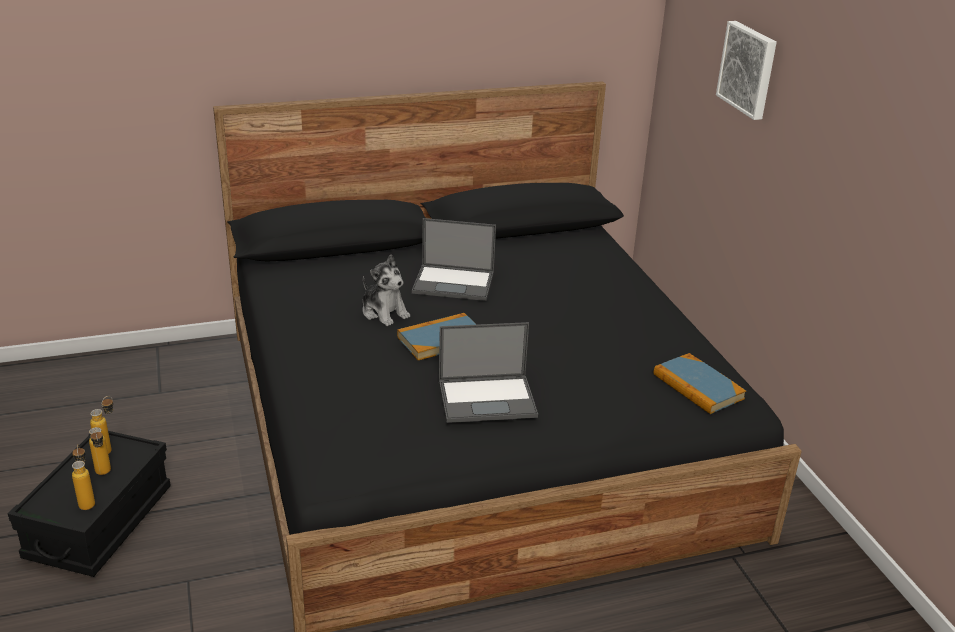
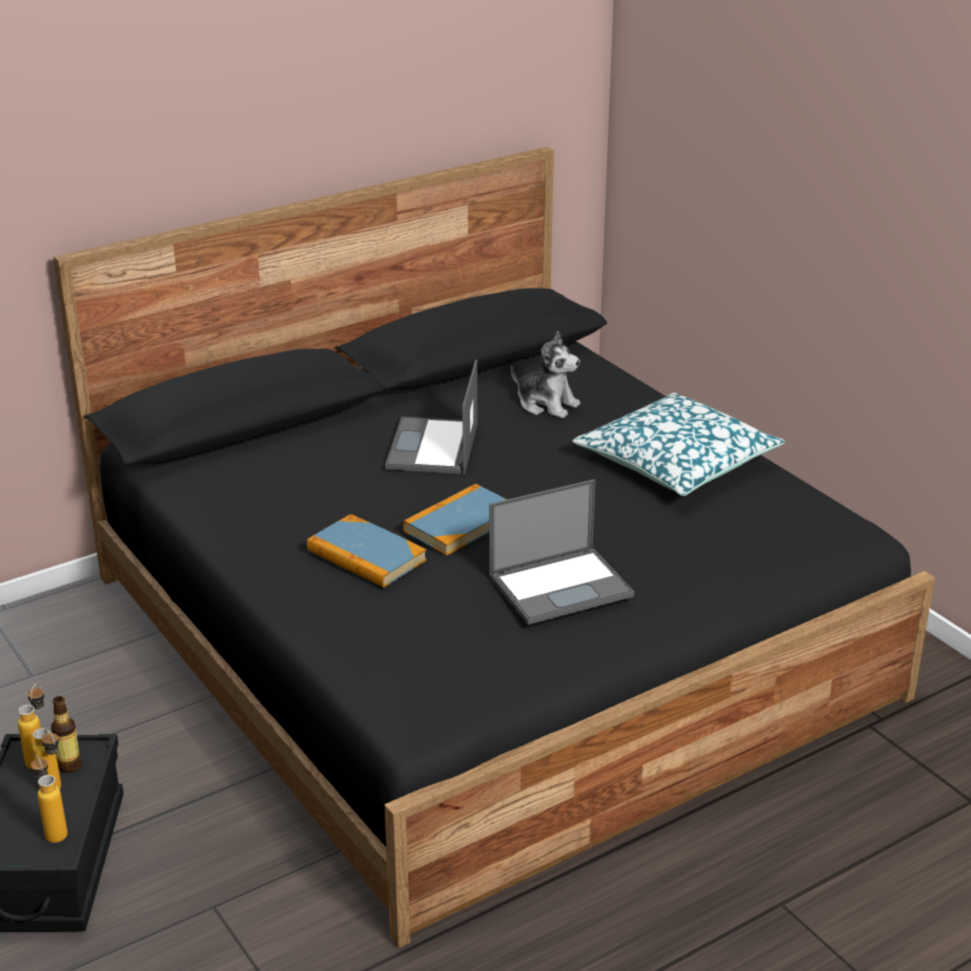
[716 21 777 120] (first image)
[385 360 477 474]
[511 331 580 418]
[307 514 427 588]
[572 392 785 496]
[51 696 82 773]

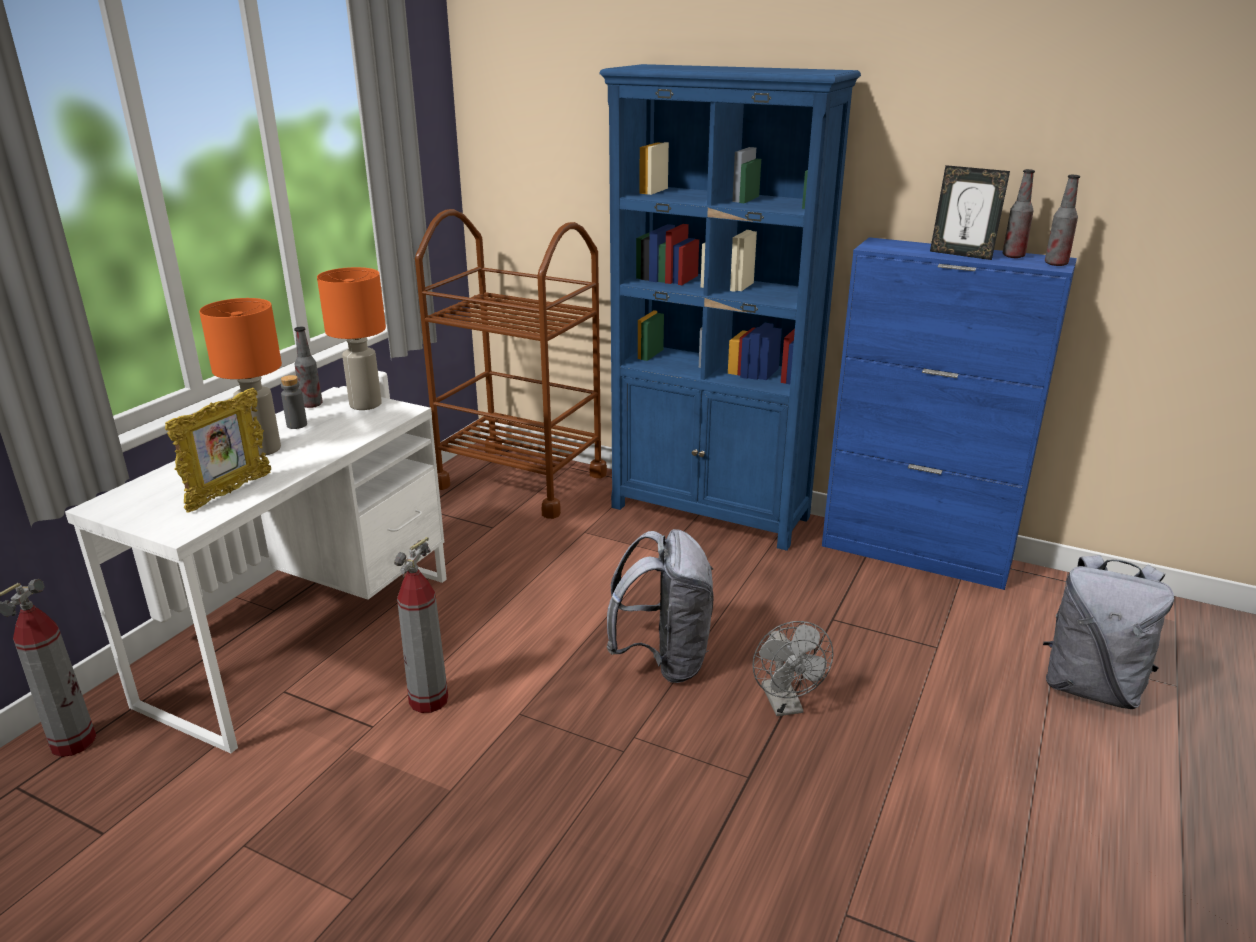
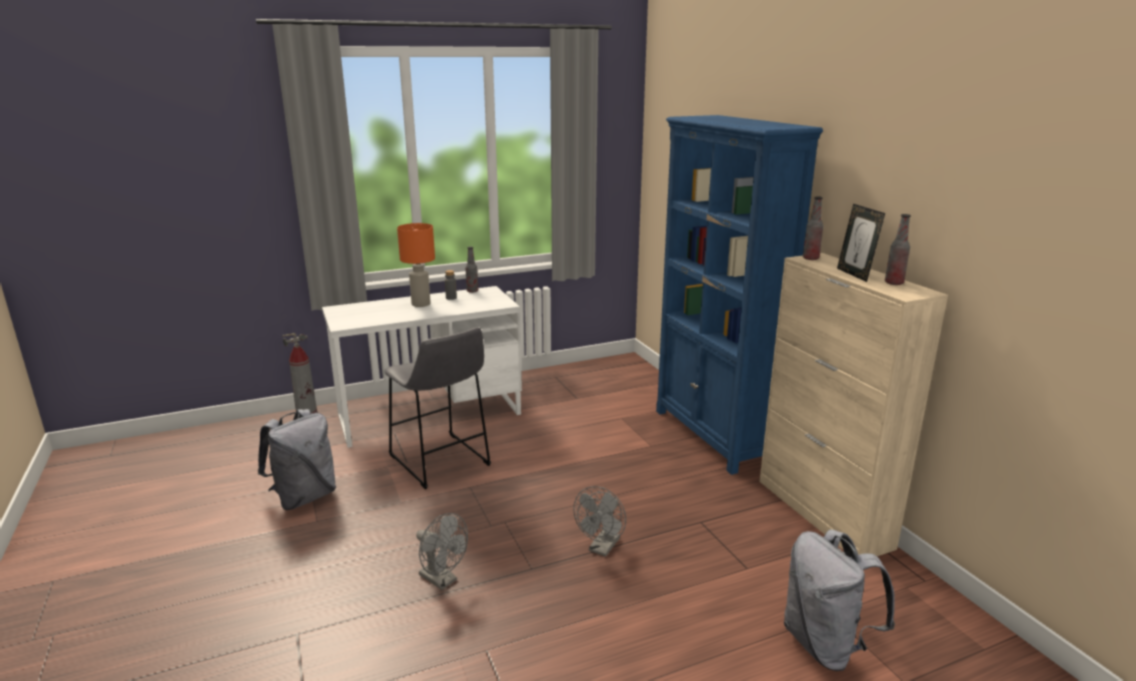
[803 196 823 260]
[415 209 607 519] (first image)
[759 253 948 556]
[317 267 386 410] (first image)
[165 388 271 512] (first image)
[258 409 336 510]
[384 327 491 489]
[416 513 468 590]

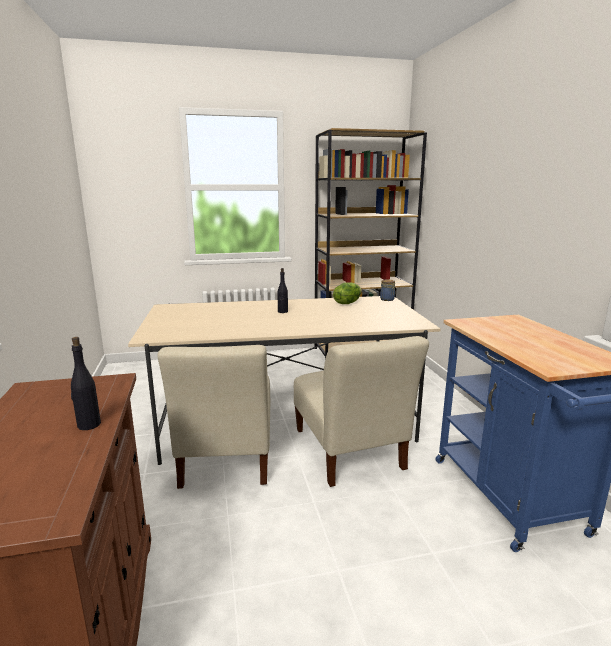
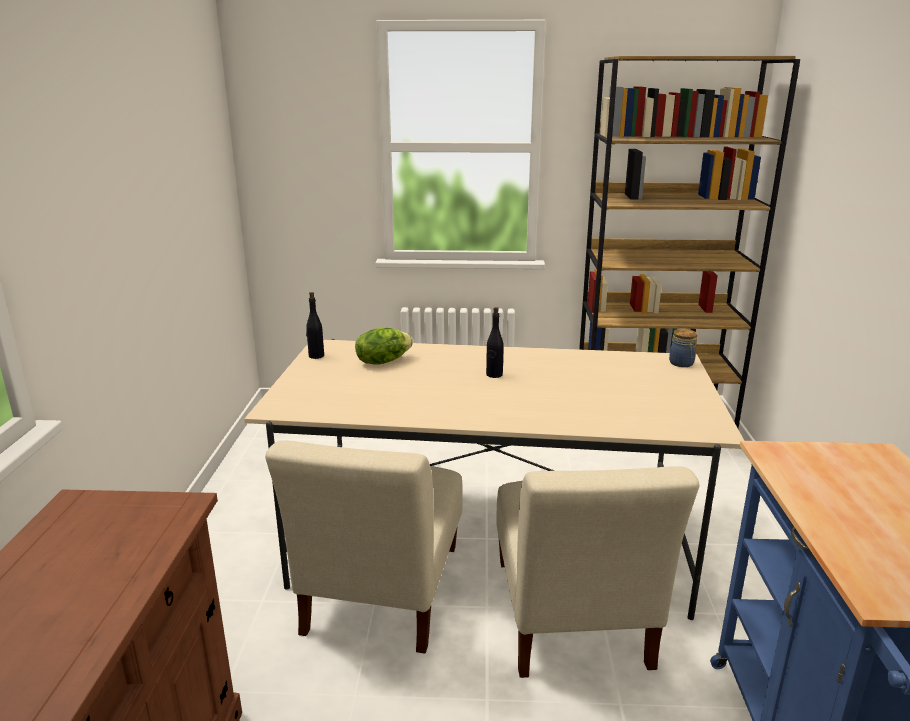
[355 328 413 364]
[306 292 324 359]

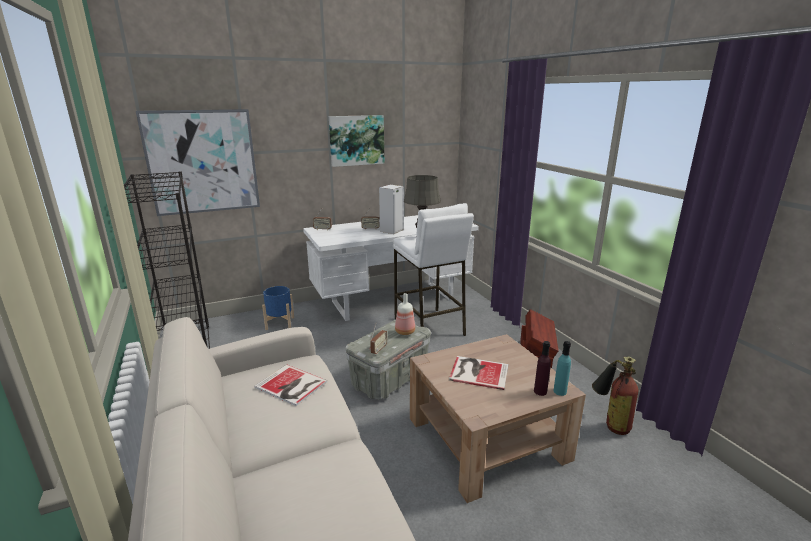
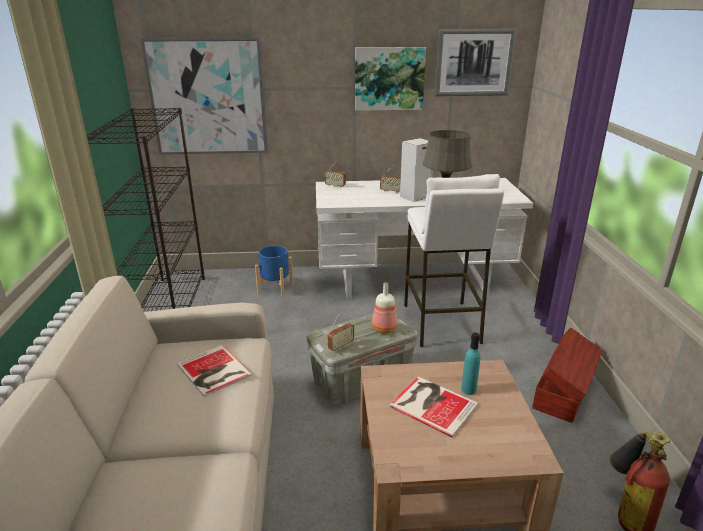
[534 341 551 396] (first image)
[461 332 481 395]
[435 29 516 96]

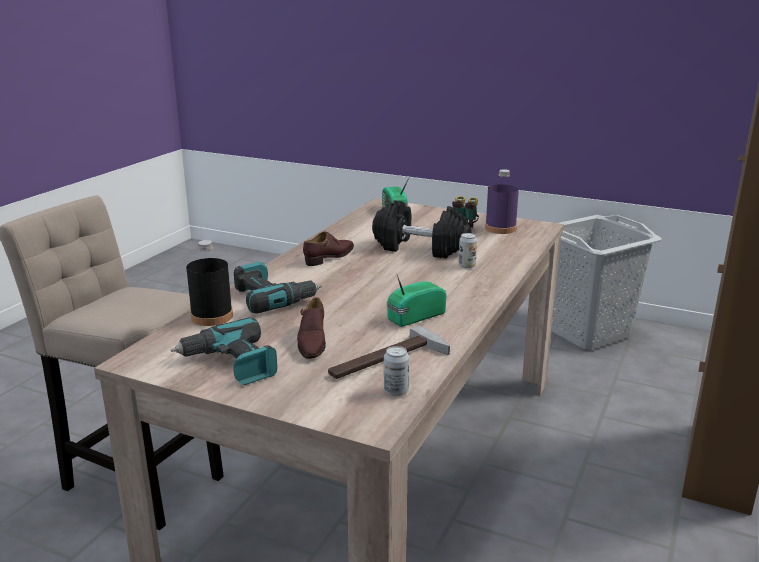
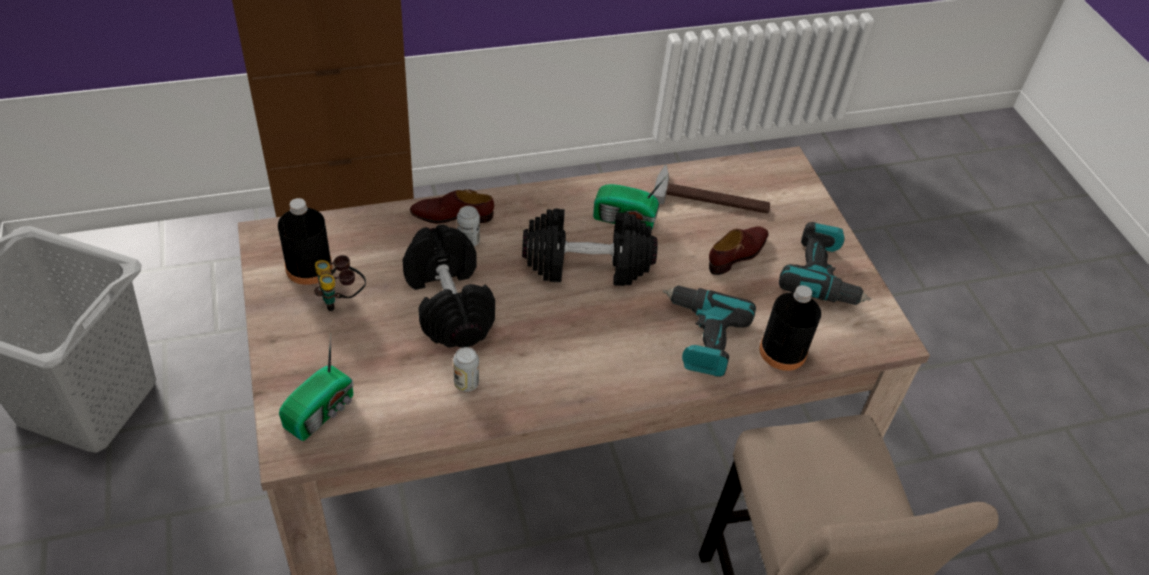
[278 198 333 285]
[410 189 494 224]
[453 347 479 392]
[522 209 658 286]

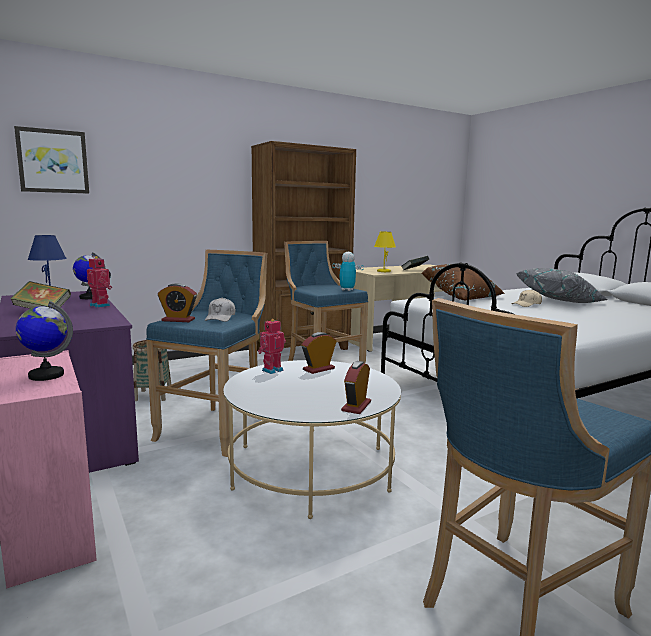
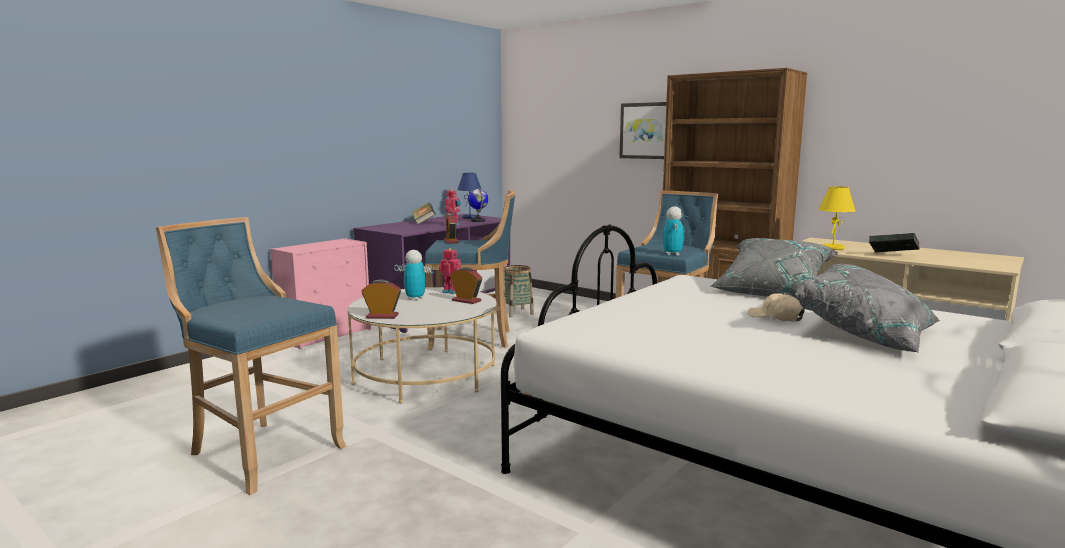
[619 102 666 159]
[710 238 838 299]
[205 298 235 322] (first image)
[16 301 73 381] (first image)
[394 250 434 300]

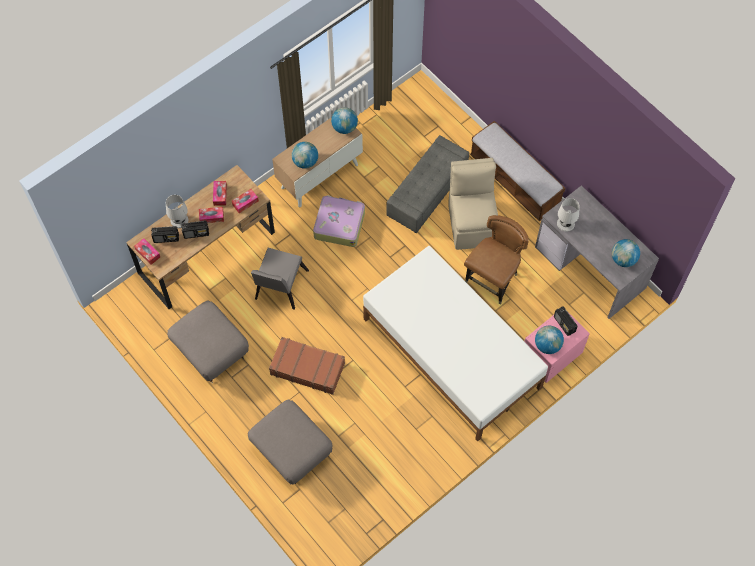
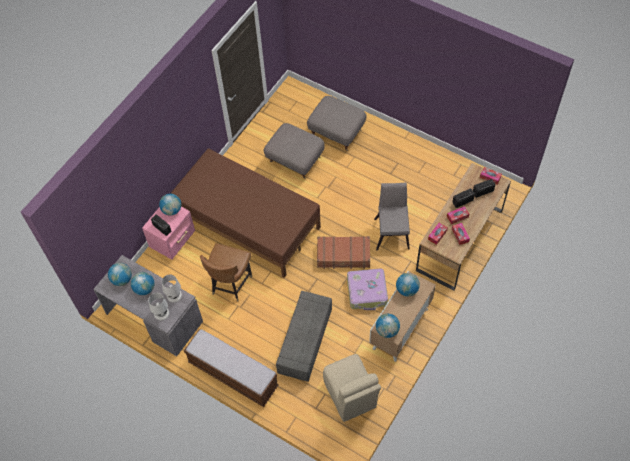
[323 354 381 422]
[148 293 169 320]
[170 148 321 278]
[264 123 325 178]
[317 236 370 269]
[131 272 155 295]

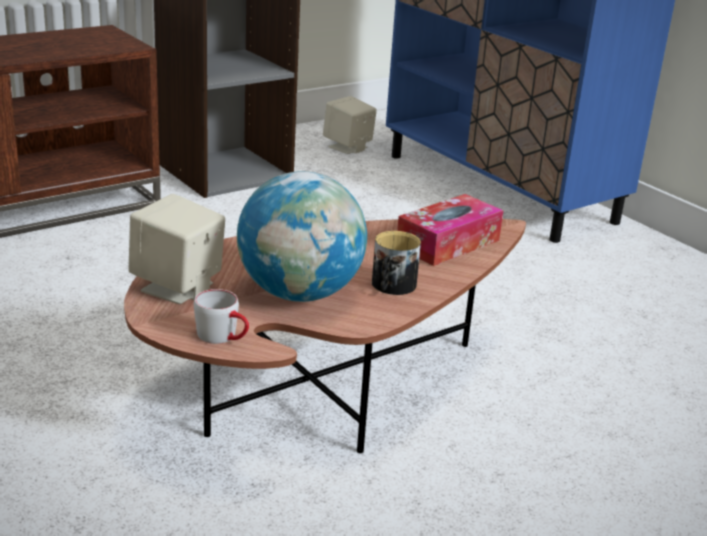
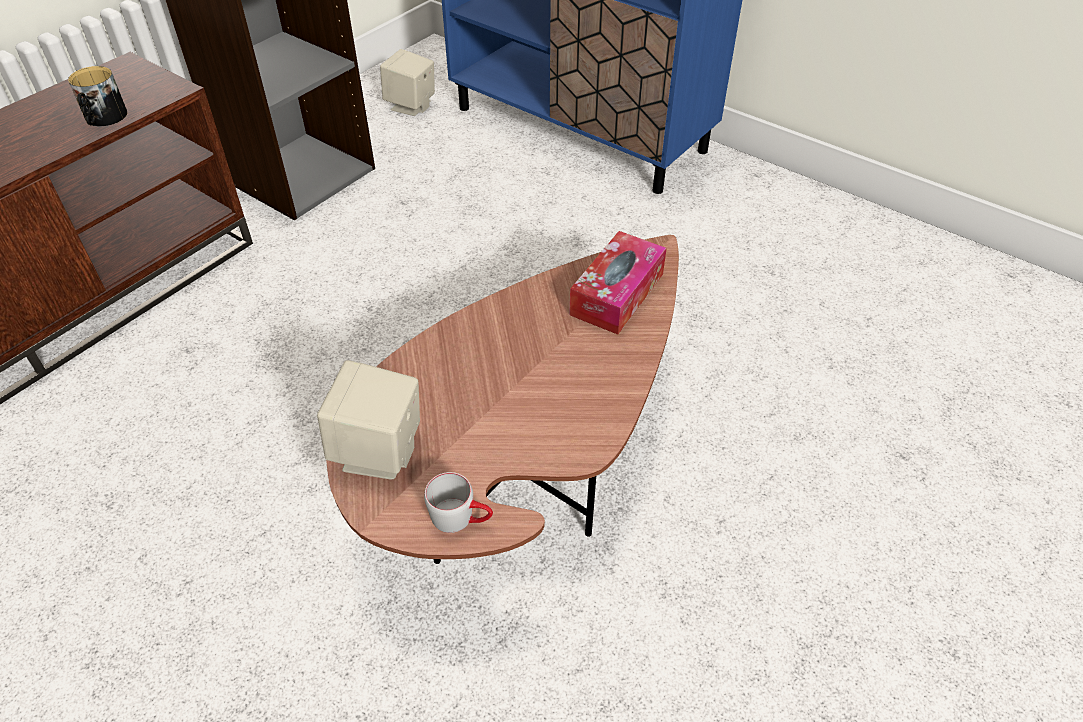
[237 171 367 302] (first image)
[68 66 127 126]

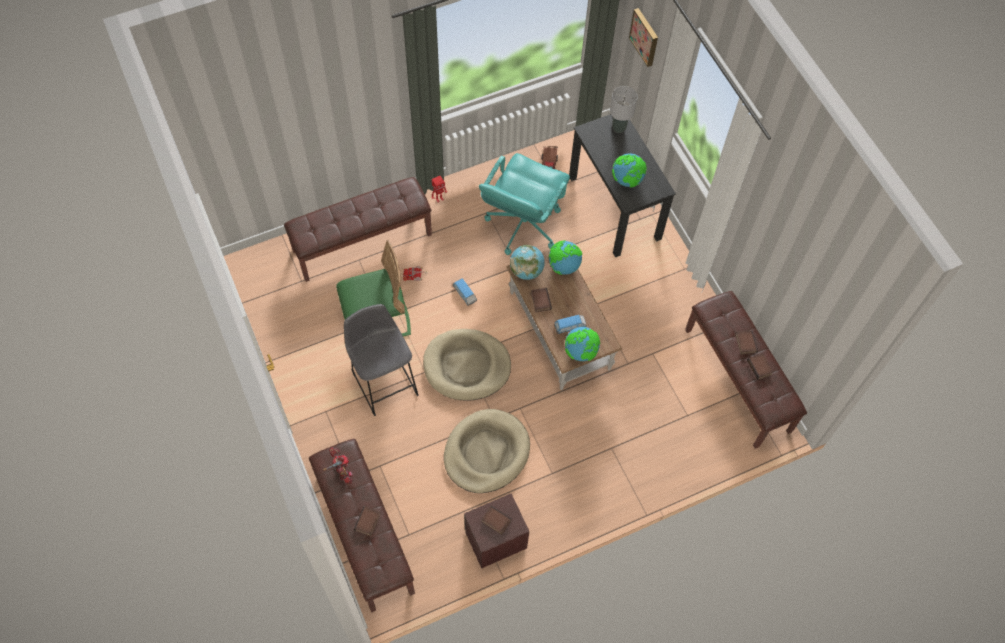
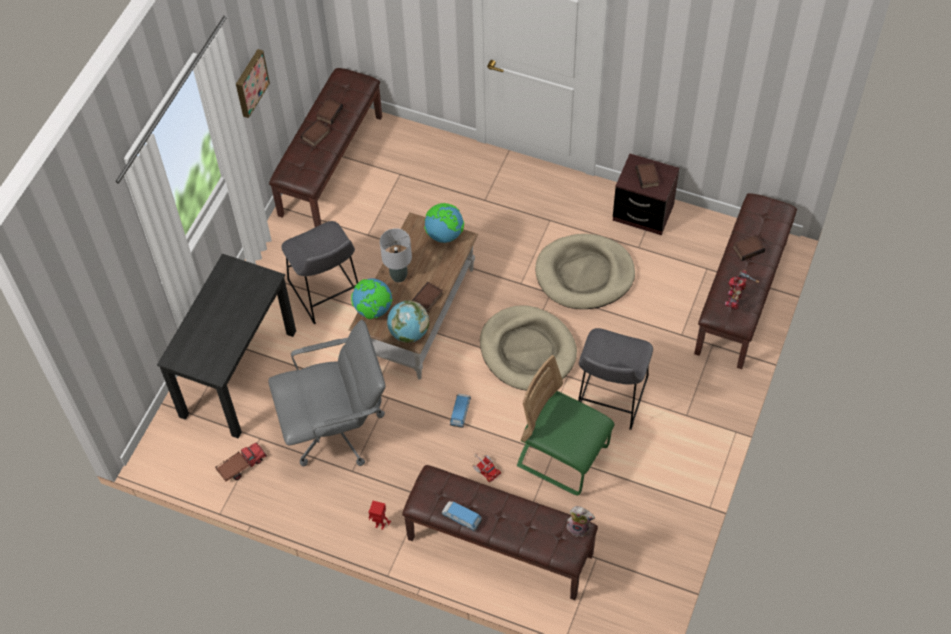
[236 49 270 118]
[380 228 412 282]
[268 320 386 467]
[612 153 647 187] (first image)
[441 501 482 532]
[281 221 358 324]
[567 506 595 537]

